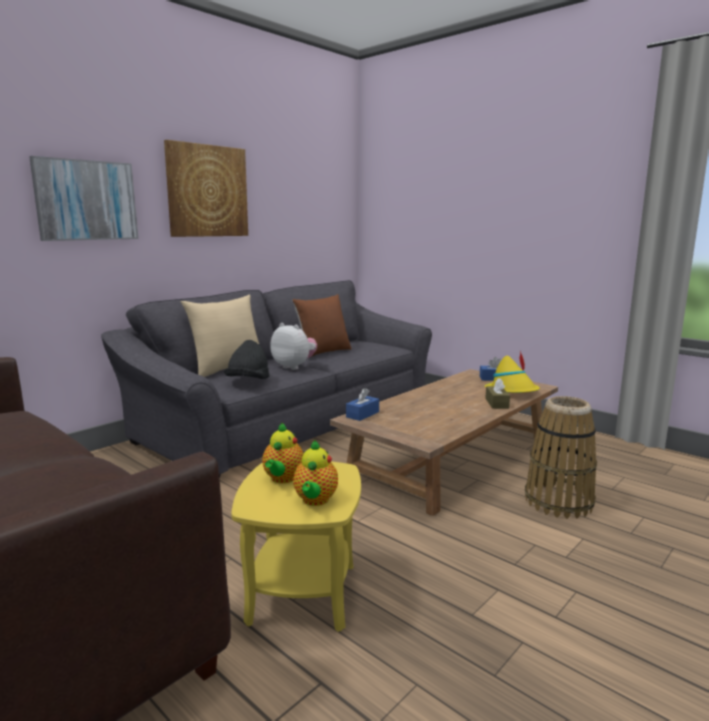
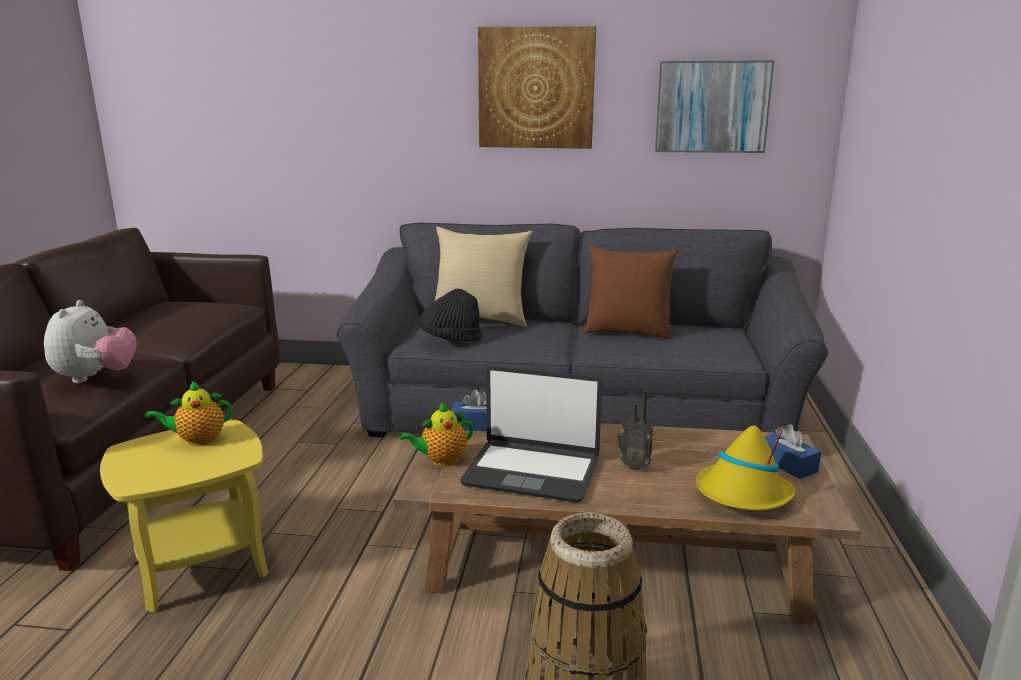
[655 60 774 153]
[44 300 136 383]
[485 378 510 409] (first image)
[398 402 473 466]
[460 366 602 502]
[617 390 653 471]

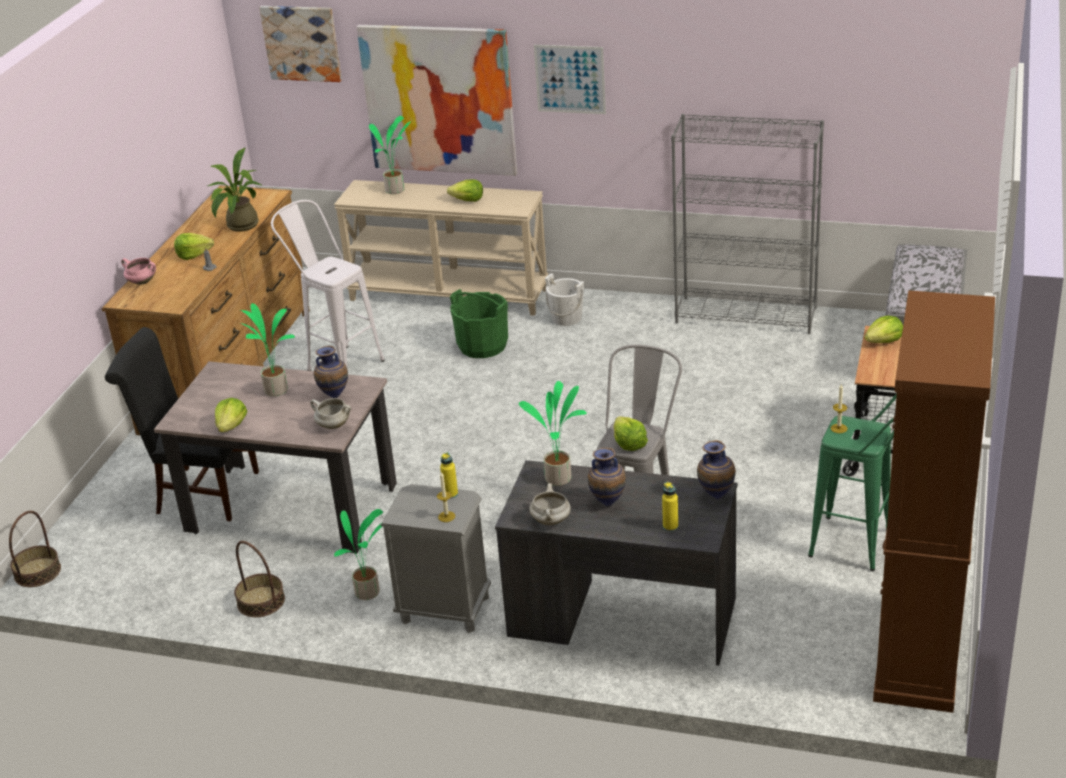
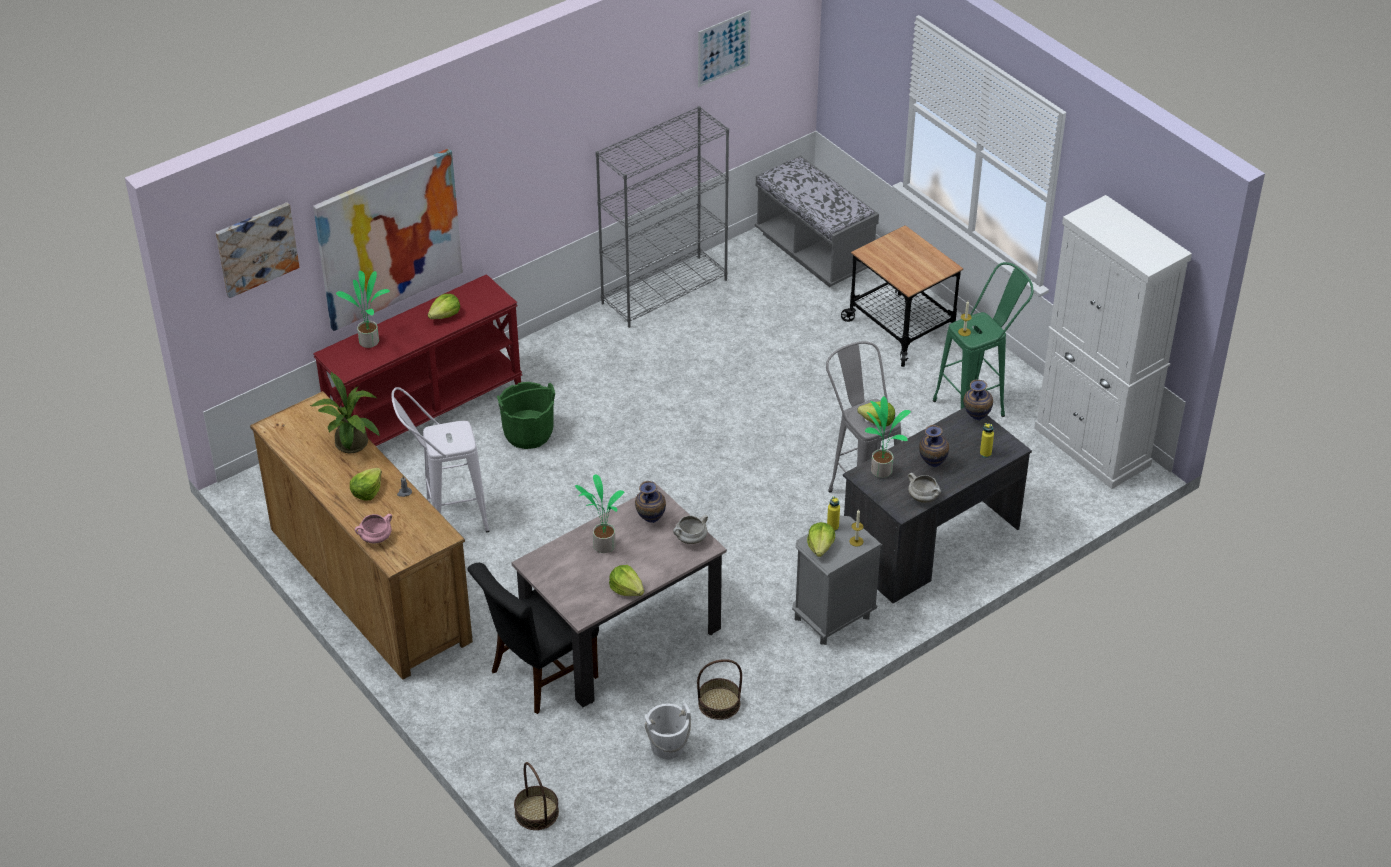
[698 10 751 87]
[313 274 522 446]
[645 703 691 759]
[1034 195 1192 489]
[807 522 835 557]
[334 509 383 600] (first image)

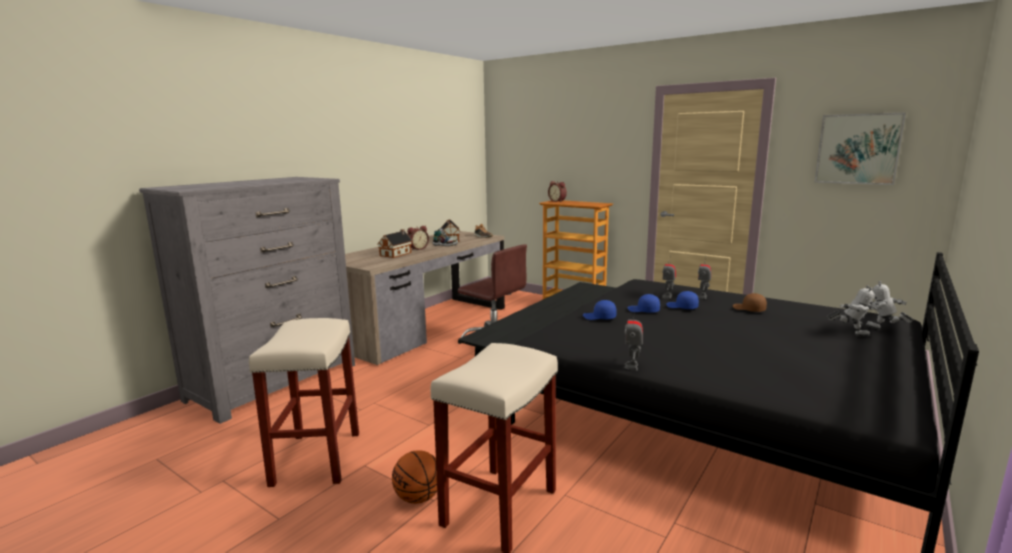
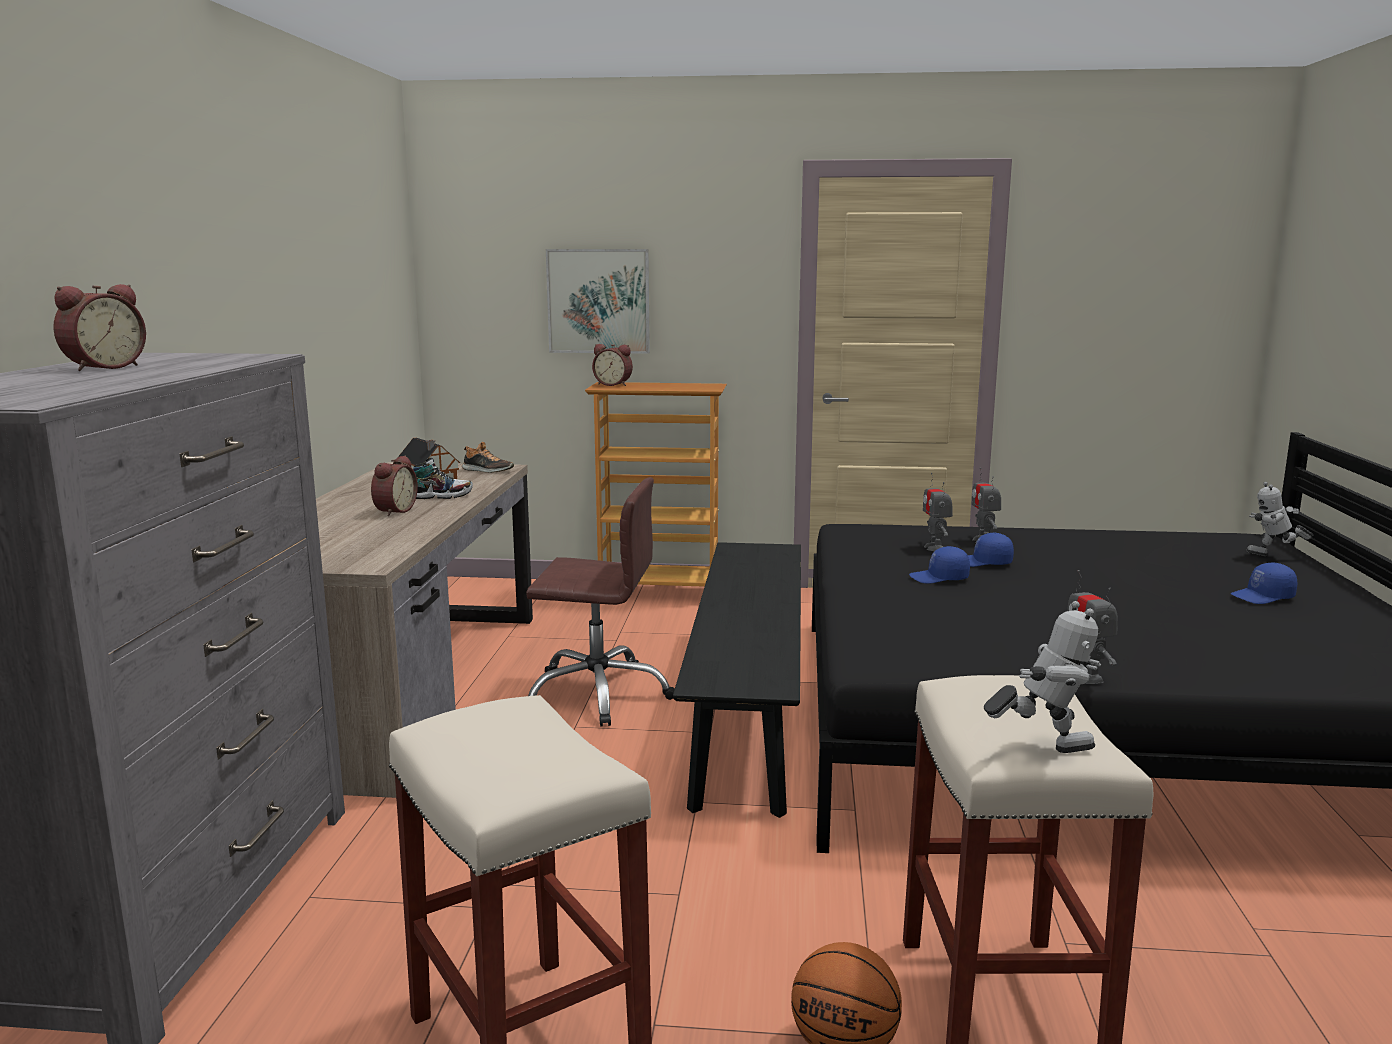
[546 249 650 354]
[377 229 412 258] (first image)
[984 601 1101 753]
[733 293 767 312] (first image)
[1231 563 1297 604]
[53 284 146 371]

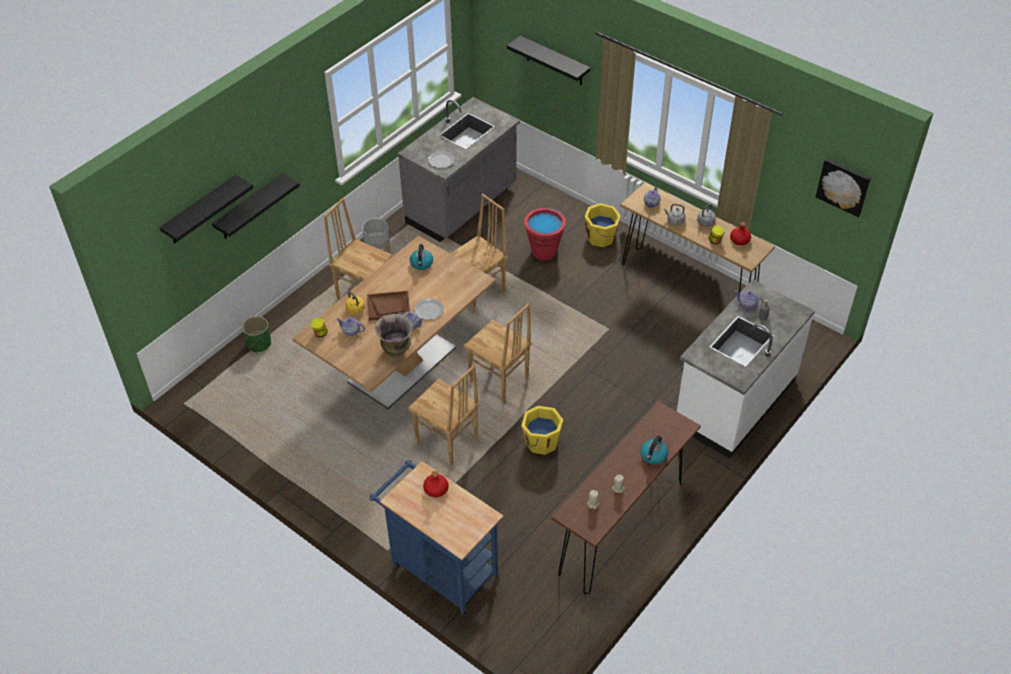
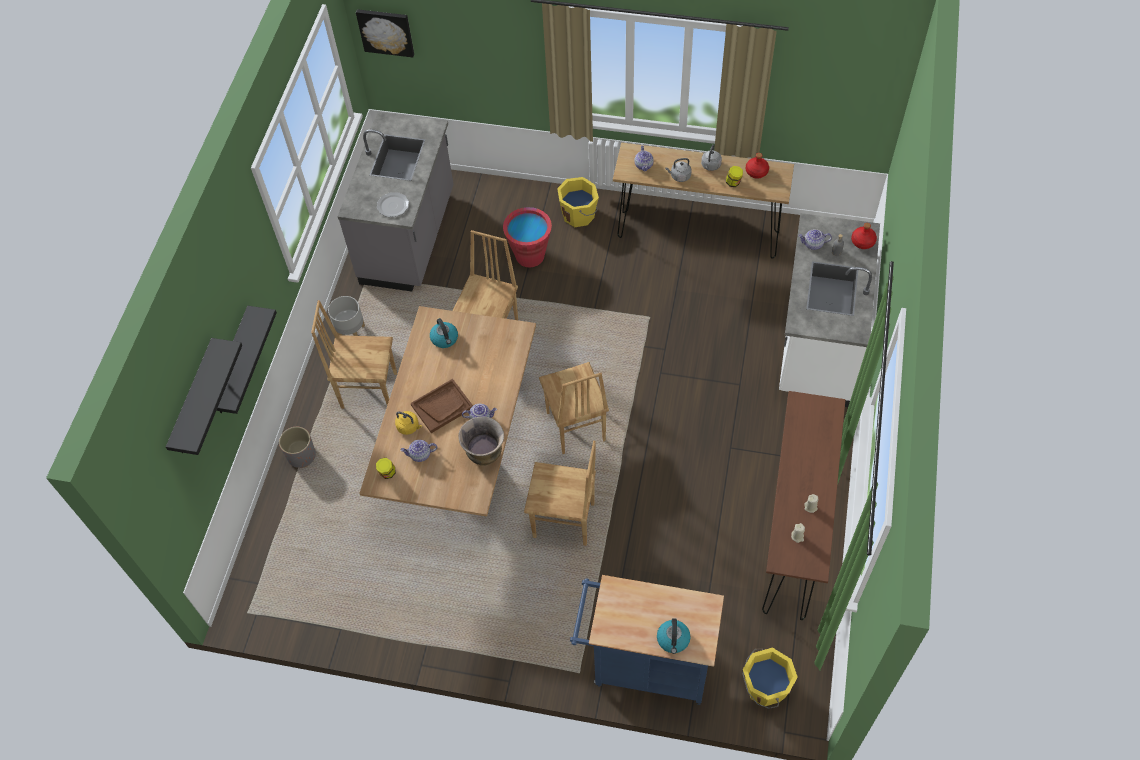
[507 36 591 85] (first image)
[356 9 414 57]
[414 298 444 320] (first image)
[539 362 609 454]
[242 316 271 353] (first image)
[742 648 798 709]
[657 618 691 654]
[851 223 877 249]
[279 427 316 468]

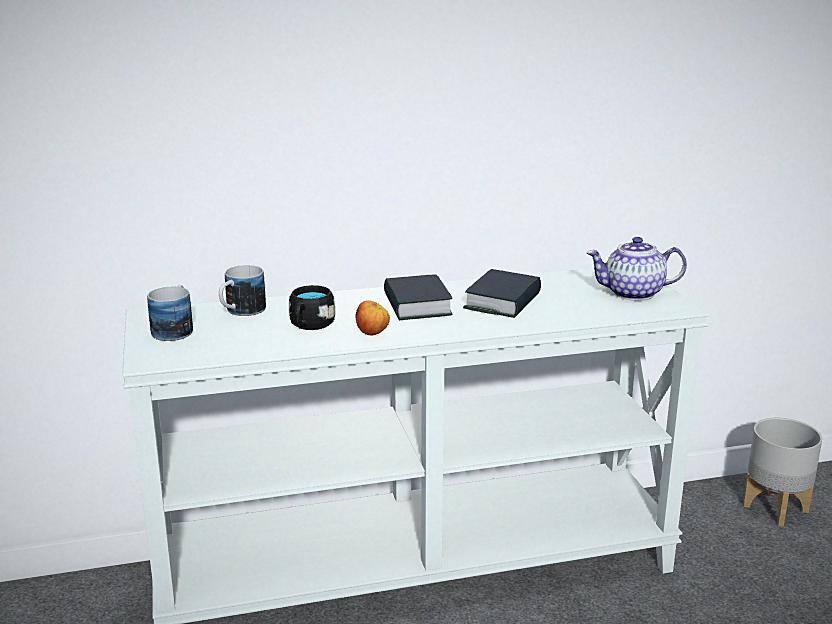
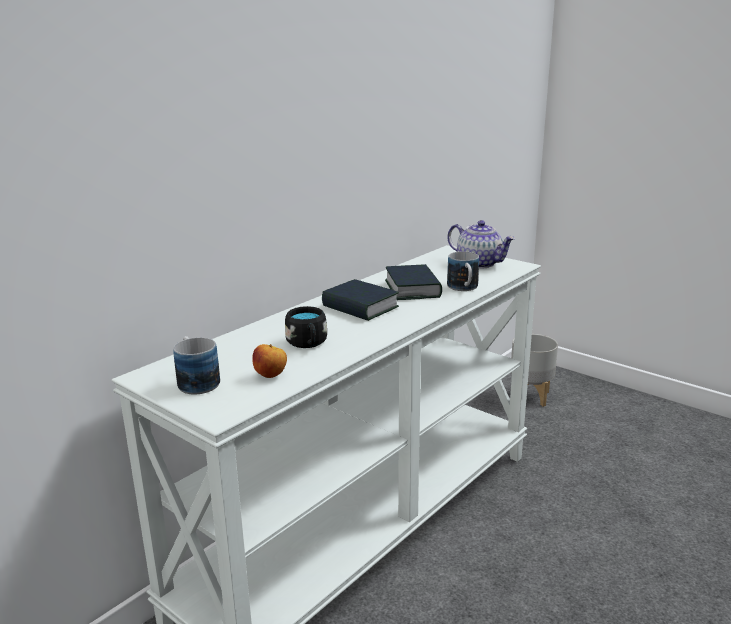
[447 220 515 269]
[447 251 479 291]
[252 344 287 378]

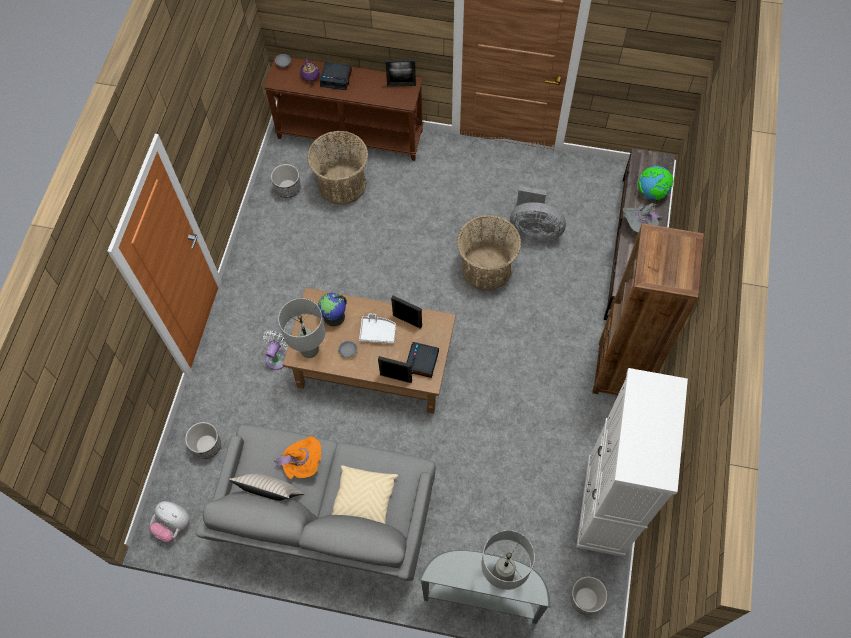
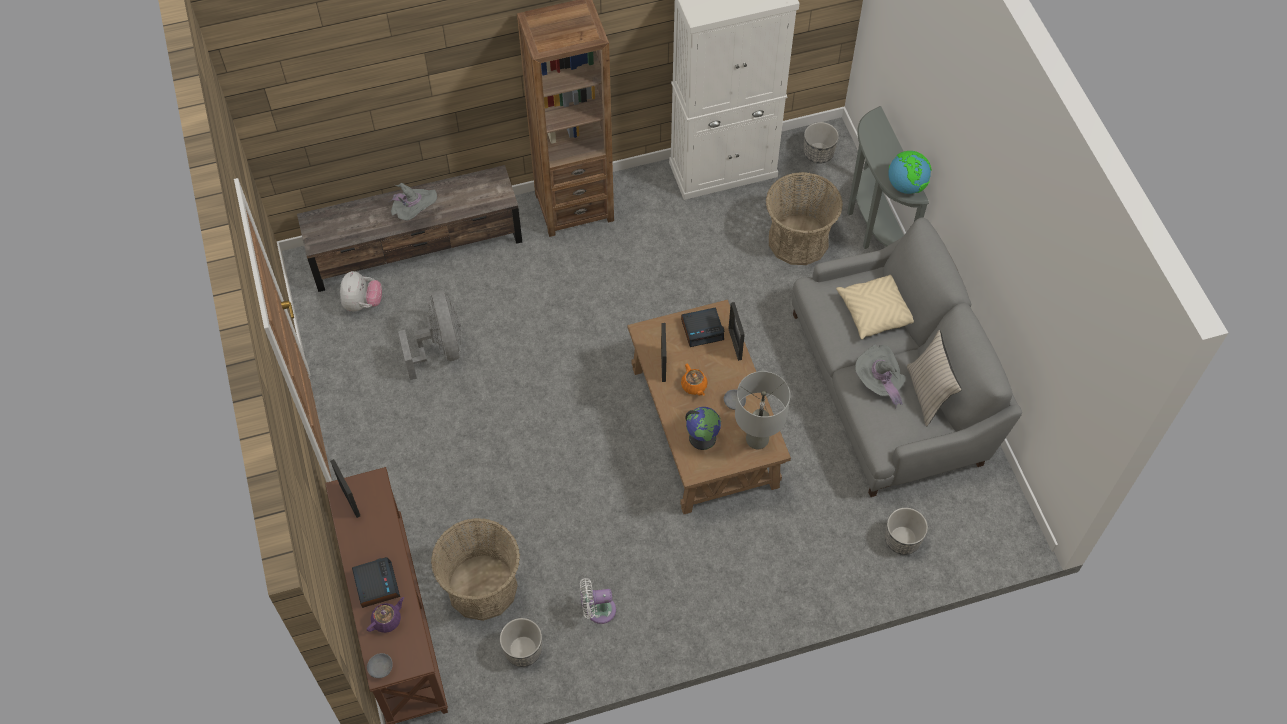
[888 151 932 194]
[766 172 843 265]
[681 363 708 396]
[580 578 616 624]
[855 344 905 409]
[340 271 382 311]
[481 530 535 590] (first image)

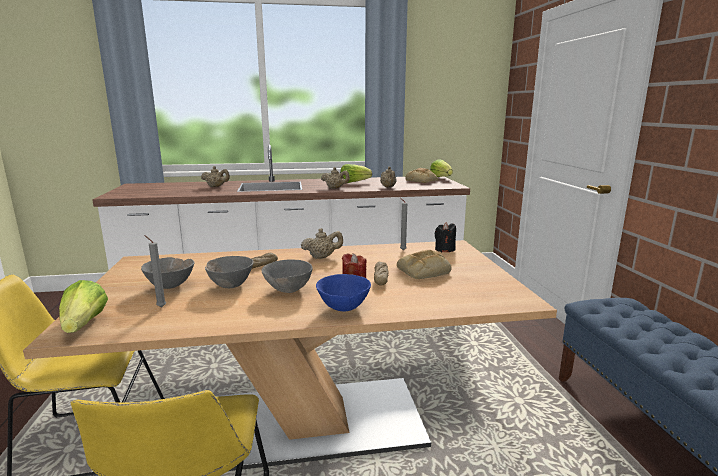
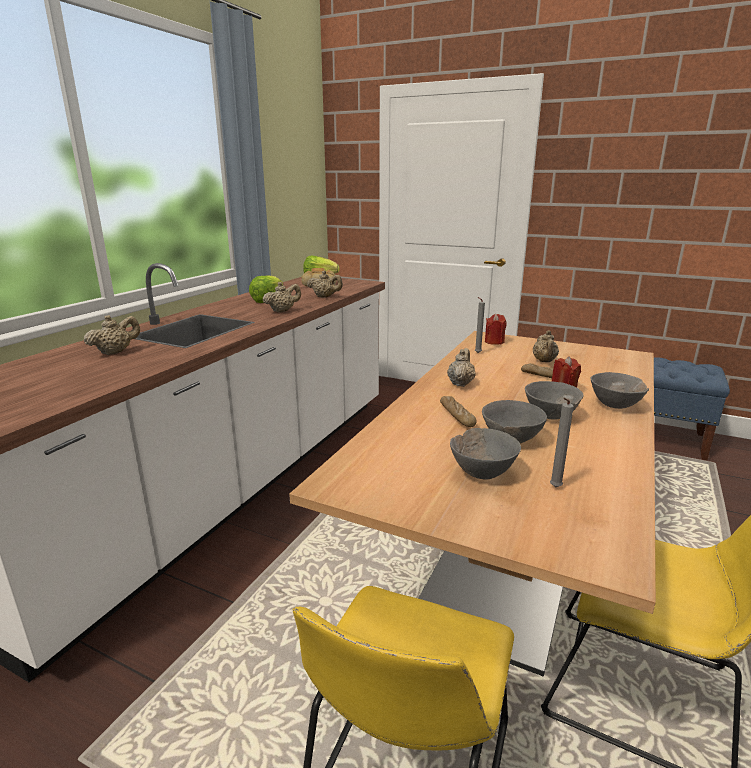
[485 314 507 345]
[533 330 559 362]
[591 372 649 409]
[59 280 108 333] (first image)

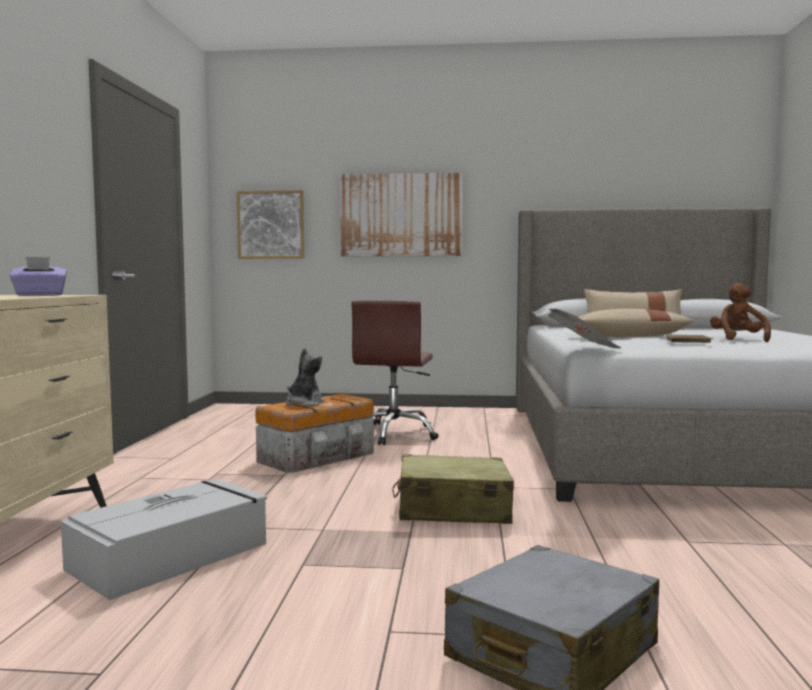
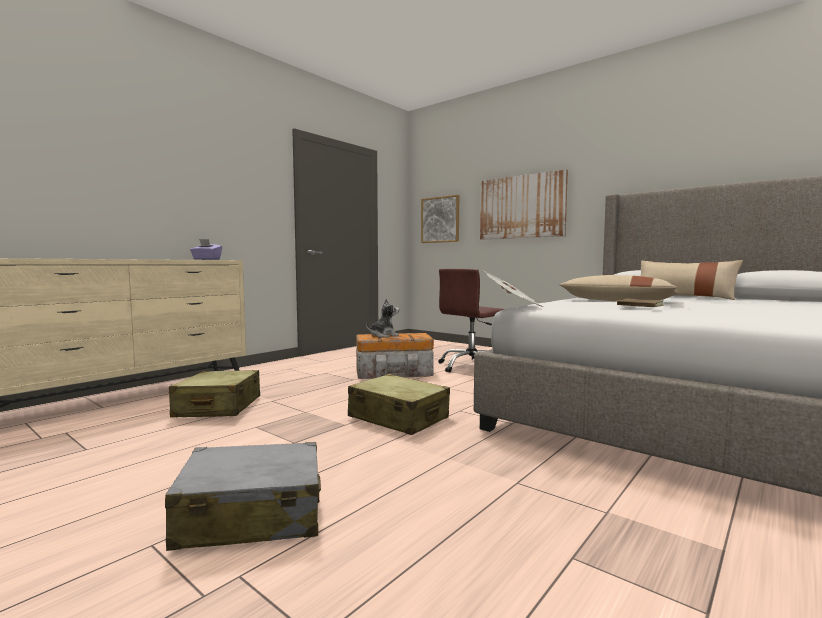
[710 283 771 342] (first image)
[169 370 260 417]

